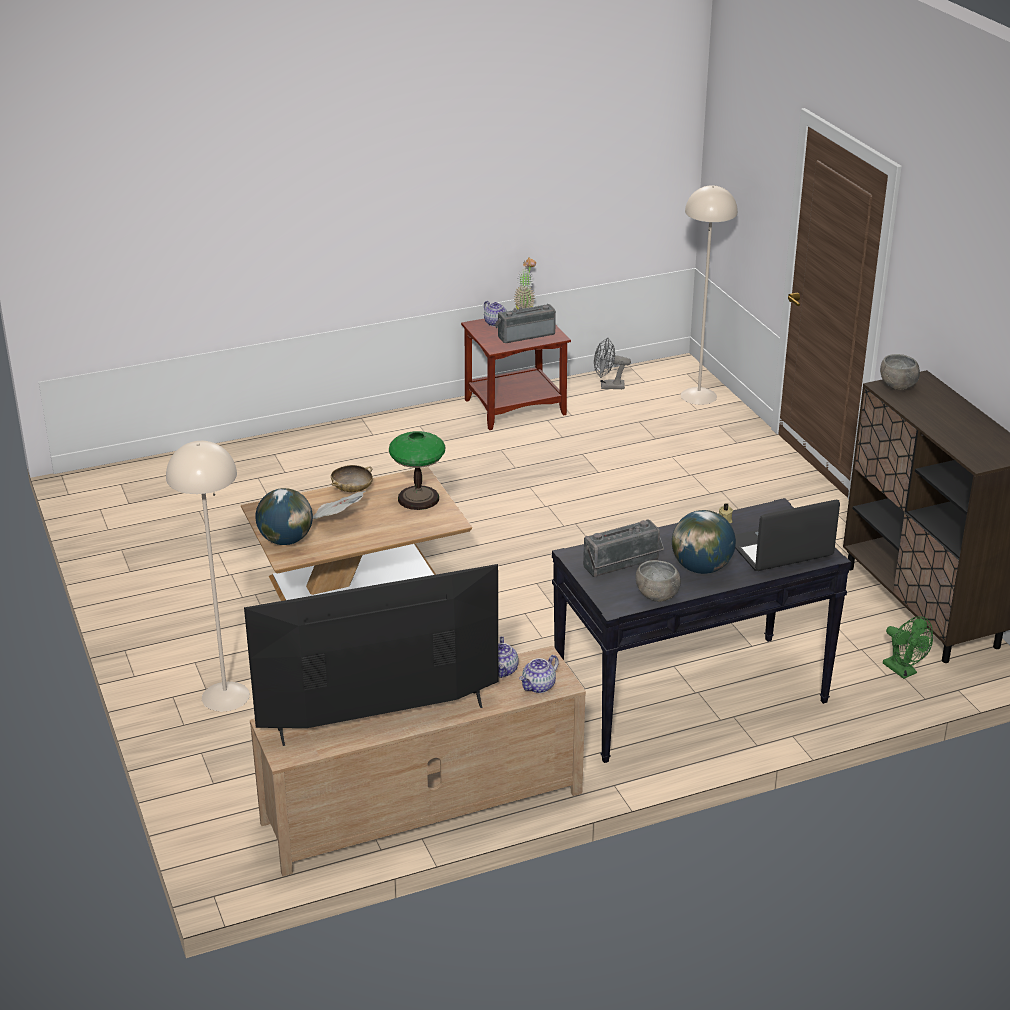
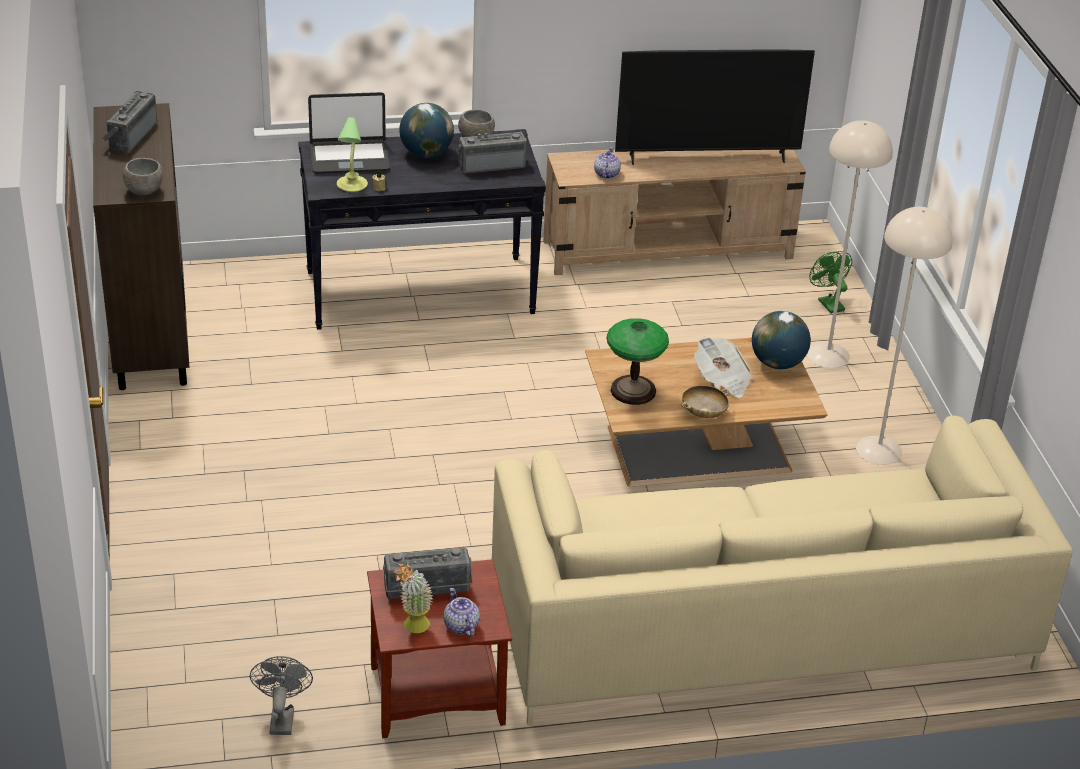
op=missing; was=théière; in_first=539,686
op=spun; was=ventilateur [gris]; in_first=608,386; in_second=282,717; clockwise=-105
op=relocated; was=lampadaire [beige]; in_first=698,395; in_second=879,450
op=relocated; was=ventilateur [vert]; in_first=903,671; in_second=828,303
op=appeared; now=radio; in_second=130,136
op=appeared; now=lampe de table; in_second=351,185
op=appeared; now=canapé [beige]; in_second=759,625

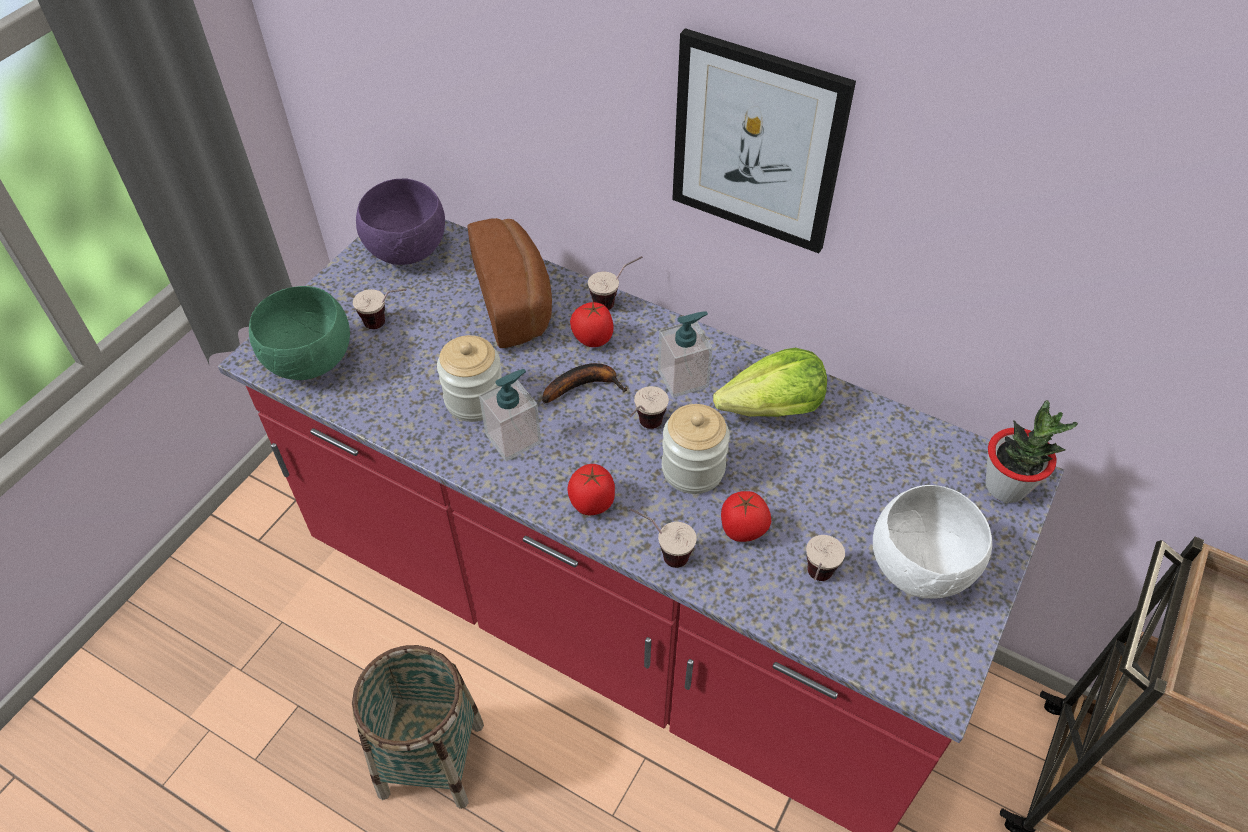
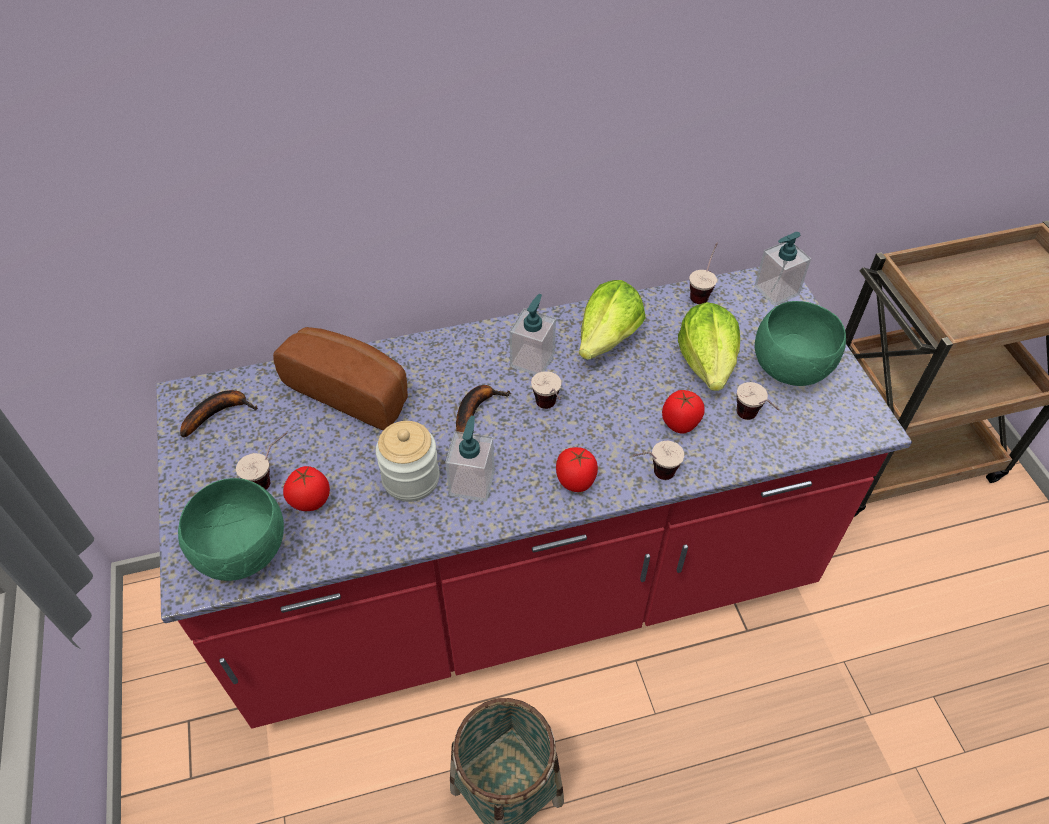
op=exchanged; was=bol [violet]; now=banane; in_first=409,250; in_second=219,413
op=relocated; was=tomate; in_first=592,339; in_second=310,501
op=relocated; was=tasse; in_first=615,301; in_second=702,291
op=missing; was=bocal; in_first=693,469
op=missing; was=tableau; in_first=757,143
op=colour; was=bol [blanc]; now=bol [vert]; in_first=922,568; in_second=791,368
op=exchanged; was=plante en pot; now=distributeur de savon; in_first=1006,486; in_second=776,290
op=appeared; now=laitue; in_second=707,363

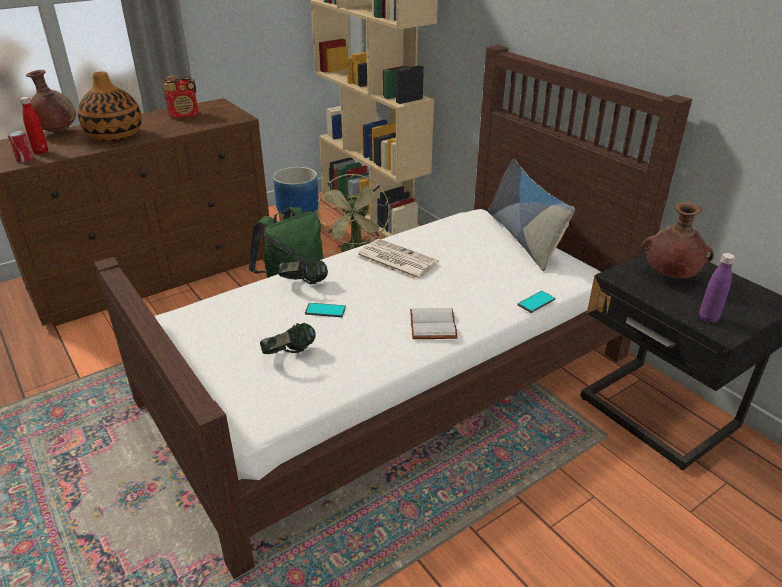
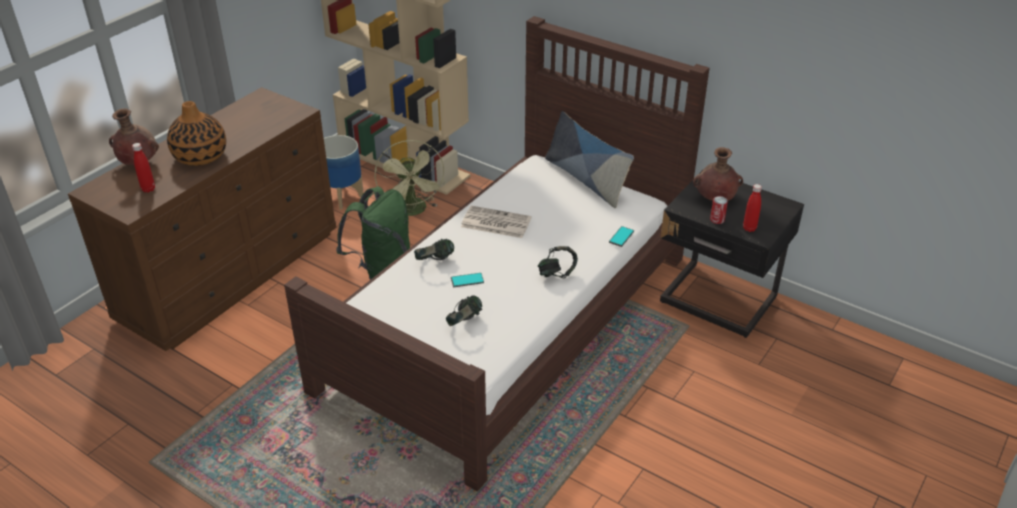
op=relocated; was=boîte métallique; in_first=24,159; in_second=717,220
op=missing; was=radio; in_first=185,115
op=exchanged; was=livre [blanc]; now=casque audio; in_first=434,325; in_second=557,273
op=colour; was=bouteille [violet]; now=bouteille [rouge]; in_first=708,318; in_second=749,228

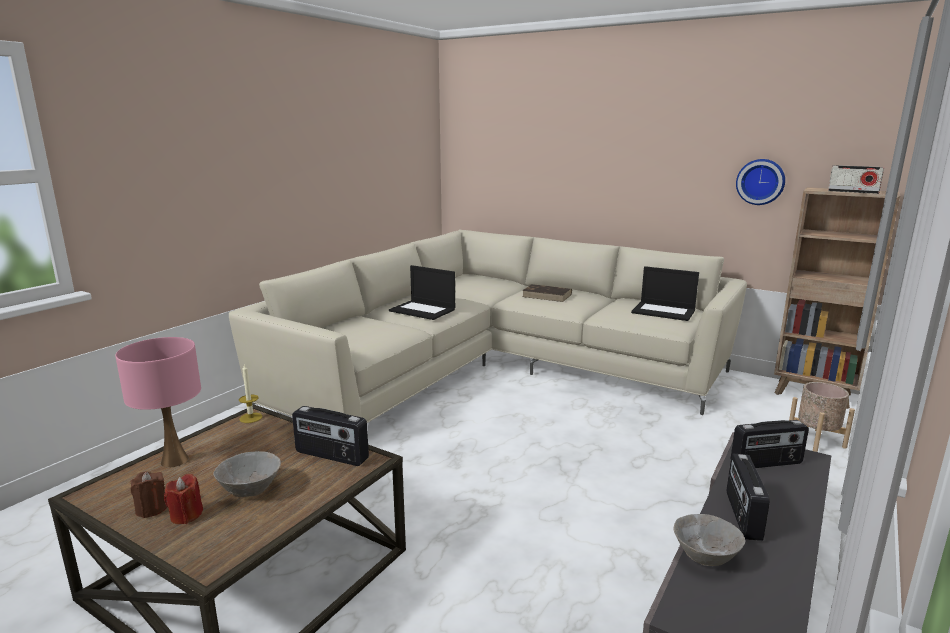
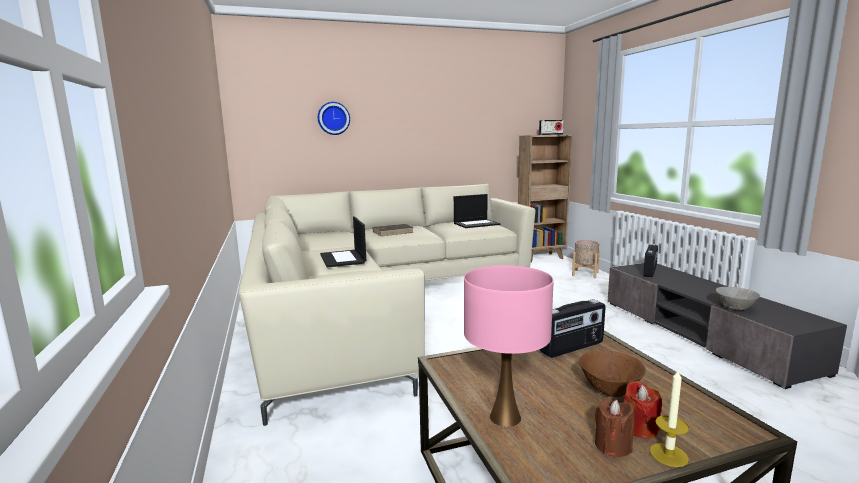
op=colour; was=bol [gris]; now=bol [marron]; in_first=251,490; in_second=610,389
op=relocated; was=bougie; in_first=251,418; in_second=668,455
op=spun; was=ordinateur portable; in_first=423,310; in_second=343,259; clockwise=90
op=missing; was=radio; in_first=742,515
op=relocated; was=horloge murale; in_first=760,181; in_second=333,118

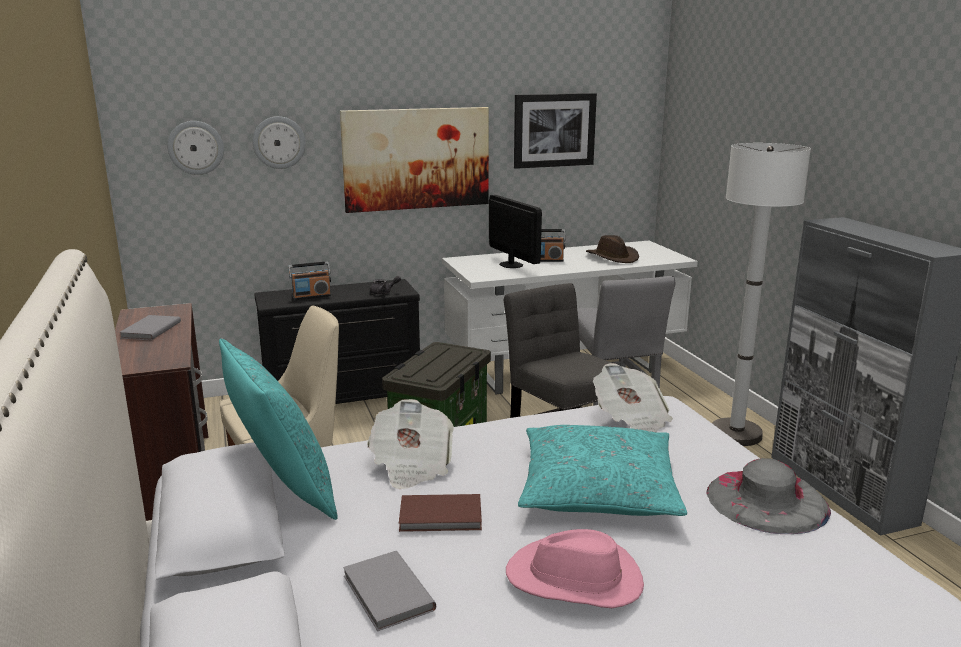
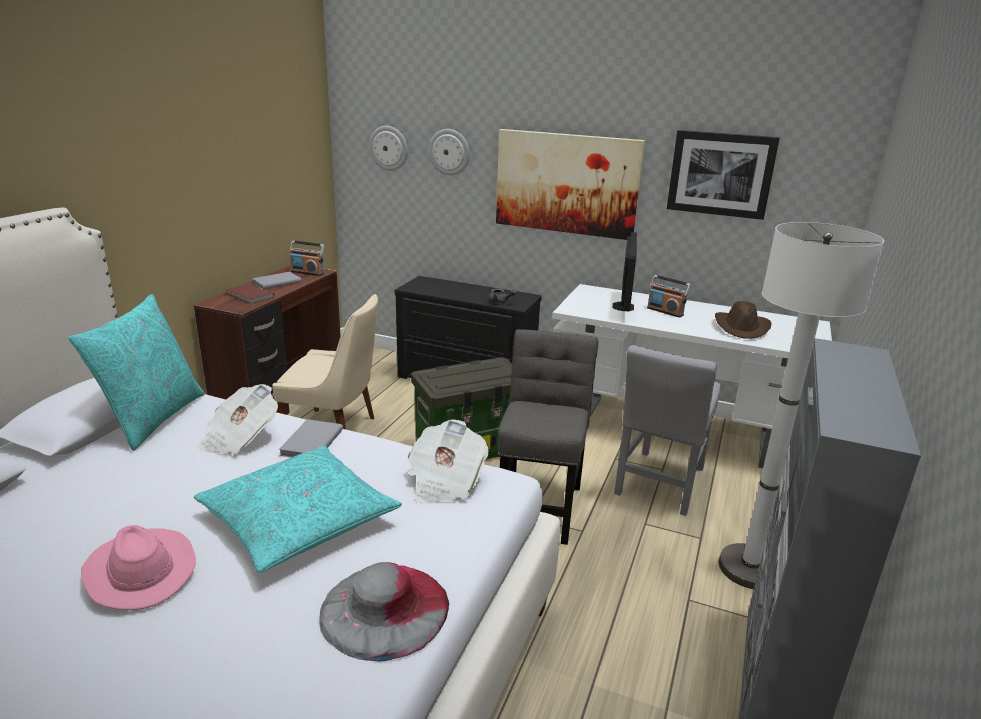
op=relocated; was=radio; in_first=311,296; in_second=307,272
op=relocated; was=livre [gris]; in_first=386,594; in_second=310,442
op=relocated; was=livre [marron]; in_first=441,517; in_second=249,296

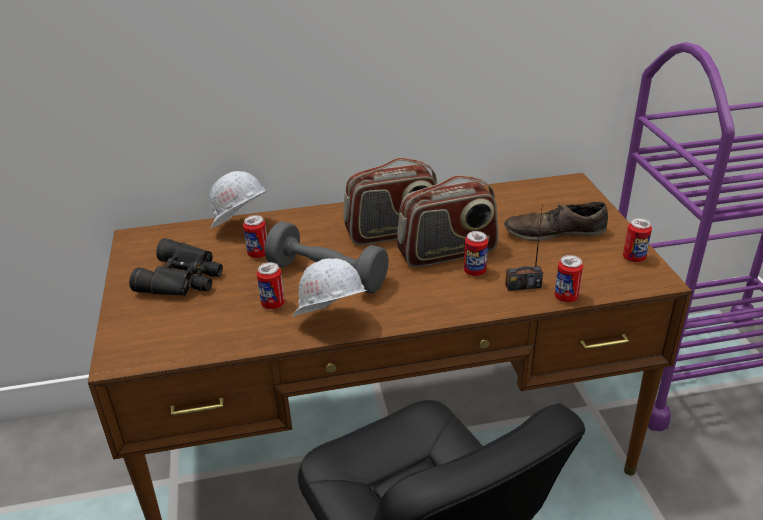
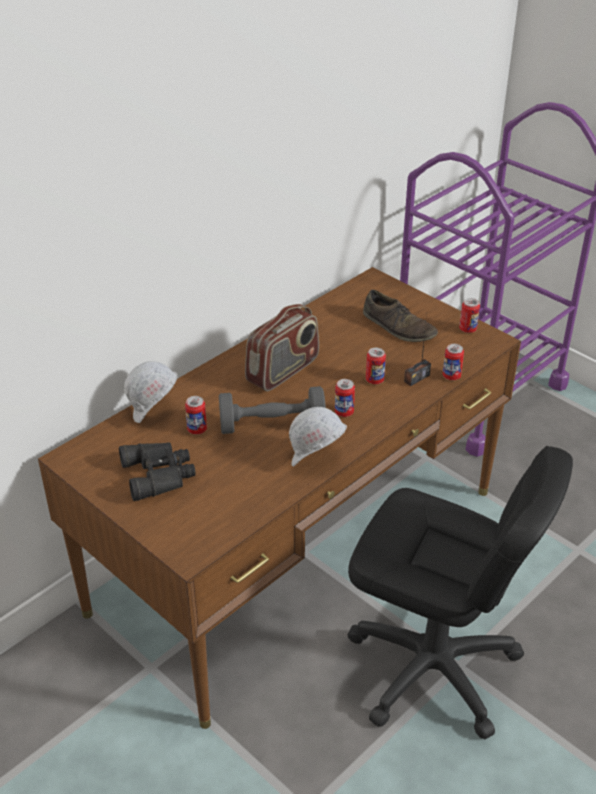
op=relocated; was=boîte métallique; in_first=273,304; in_second=344,412
op=missing; was=radio; in_first=447,253
op=spun; was=chaussure [marron]; in_first=554,232; in_second=398,327; clockwise=-105

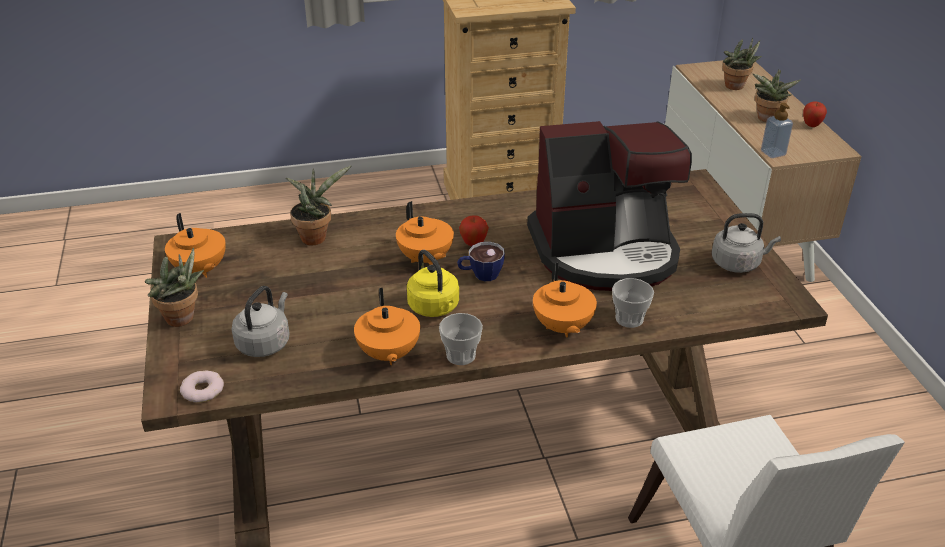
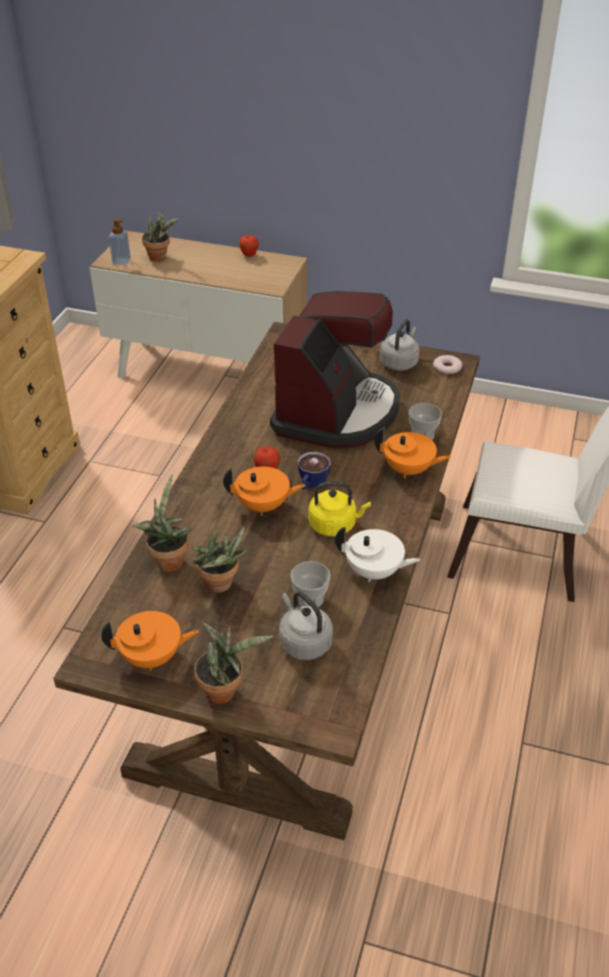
op=relocated; was=beignet; in_first=202,390; in_second=447,367
op=colour; was=théière [orange]; now=théière [blanc]; in_first=388,354; in_second=374,572
op=relocated; was=tasse; in_first=461,355; in_second=310,599
op=relocated; was=plante en pot; in_first=766,119; in_second=221,586
op=relocated; was=distributeur de savon; in_first=773,153; in_second=121,261

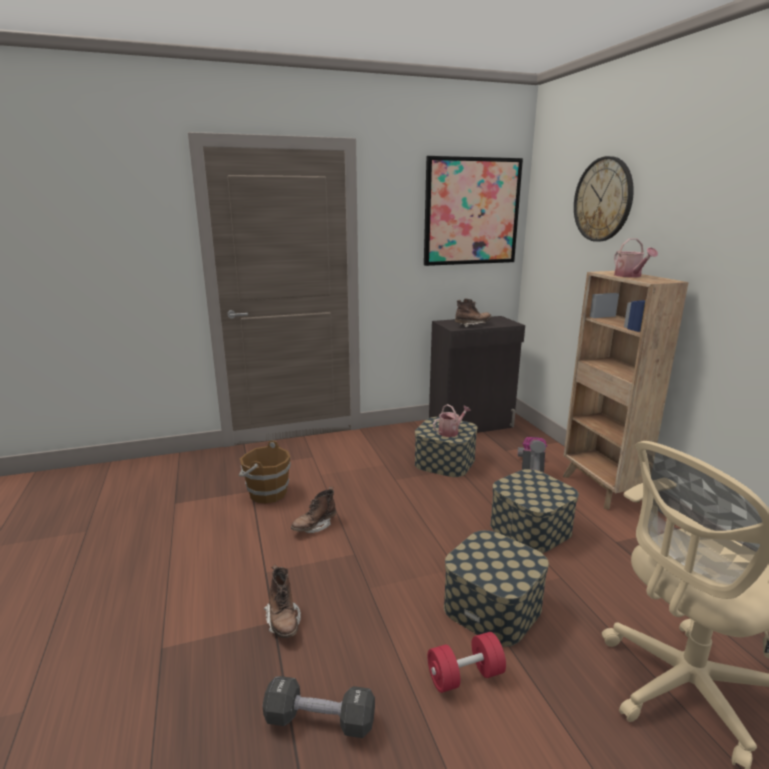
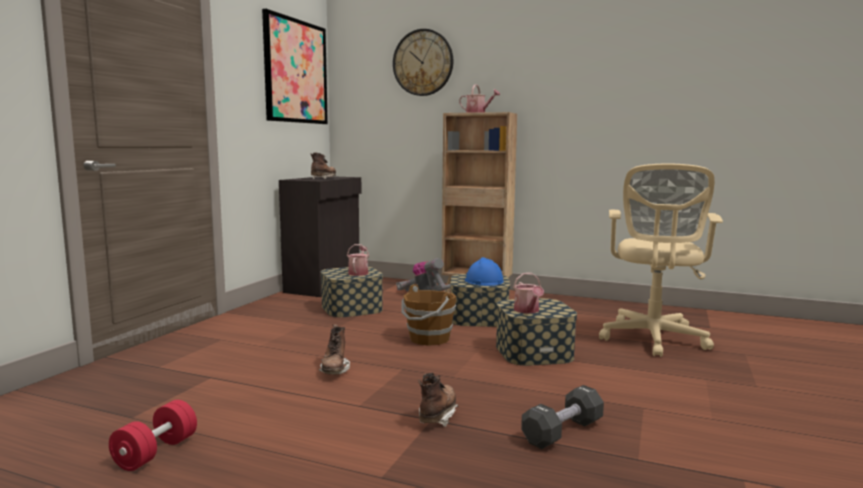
op=relocated; was=seau [marron]; in_first=266,493; in_second=428,339
op=spun; was=botte [marron]; in_first=283,621; in_second=437,416; clockwise=-90
op=relocated; was=haltère [rouge]; in_first=465,675; in_second=156,452
op=appeared; now=casque de chantier [bleu]; in_second=483,281
op=appeared; now=arrosoir; in_second=527,311

